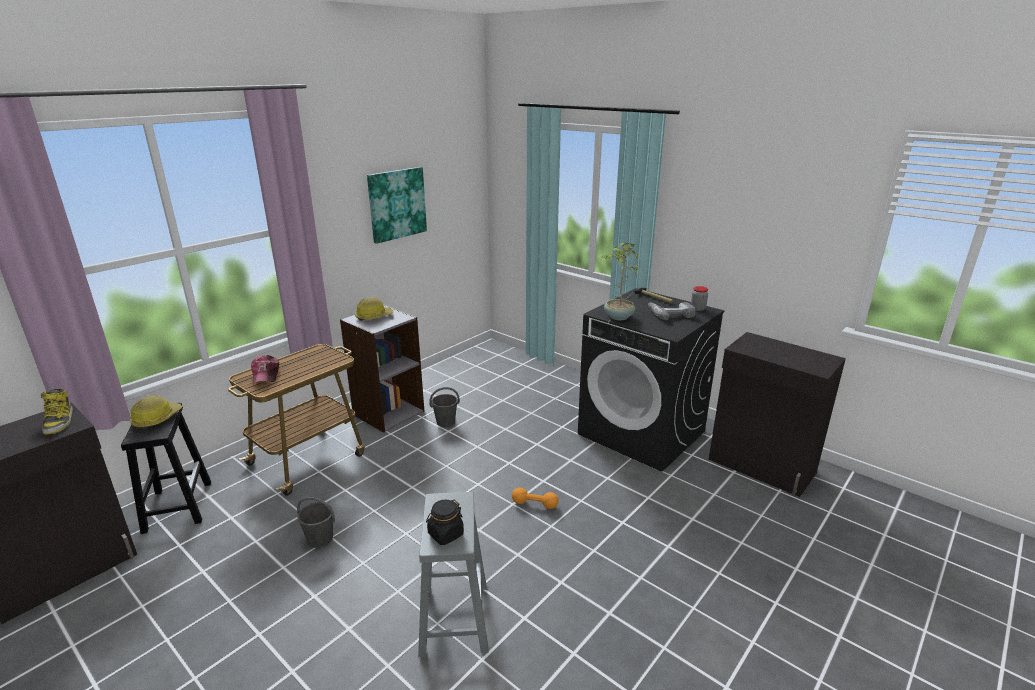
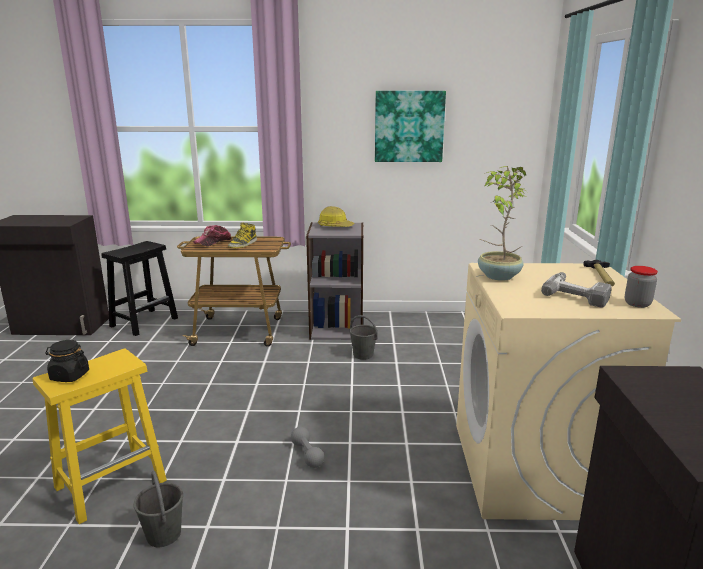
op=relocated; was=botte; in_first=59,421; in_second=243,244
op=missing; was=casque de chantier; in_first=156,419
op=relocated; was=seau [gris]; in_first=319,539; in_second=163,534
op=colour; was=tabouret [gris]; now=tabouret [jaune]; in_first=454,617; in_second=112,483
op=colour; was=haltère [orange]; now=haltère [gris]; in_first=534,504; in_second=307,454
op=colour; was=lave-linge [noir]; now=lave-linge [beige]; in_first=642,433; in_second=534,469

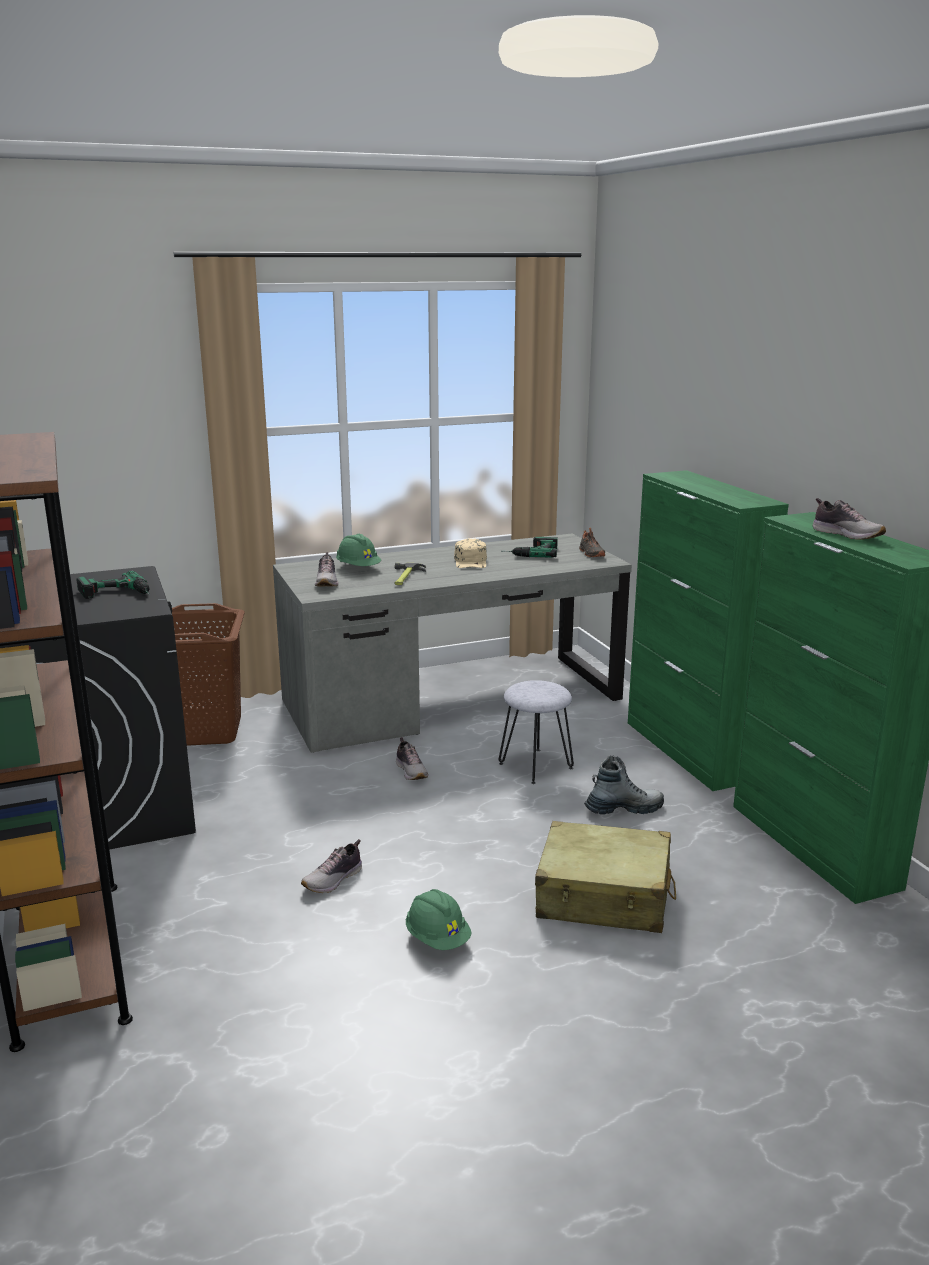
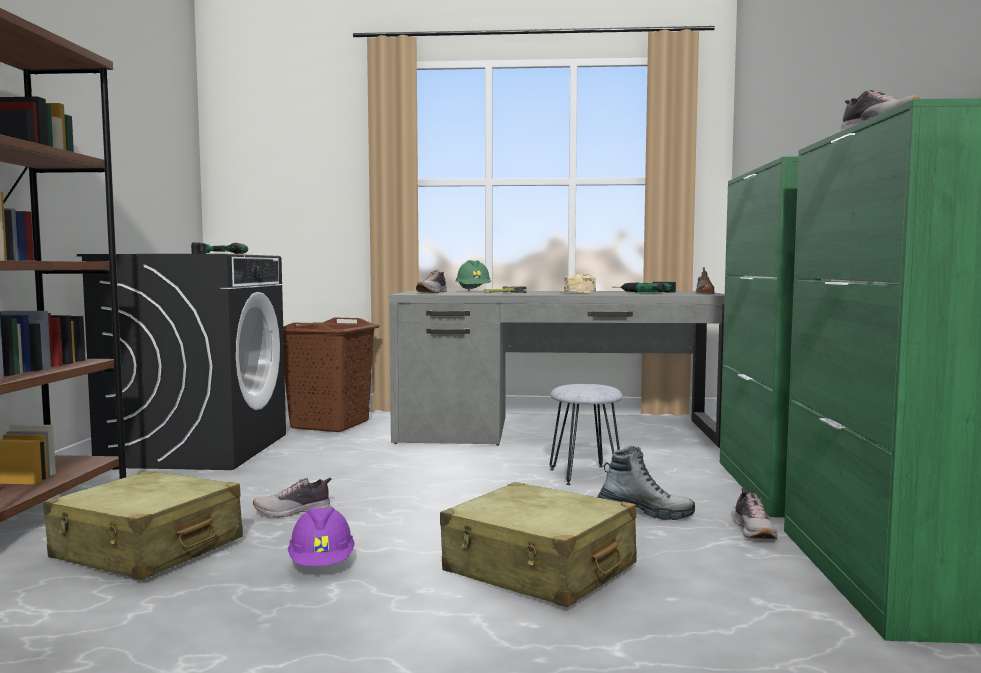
op=relocated; was=chaussure; in_first=412,771; in_second=754,531
op=colour; was=casque de chantier [vert]; now=casque de chantier [violet]; in_first=437,938; in_second=322,564
op=appeared; now=valise [beige]; in_second=147,549

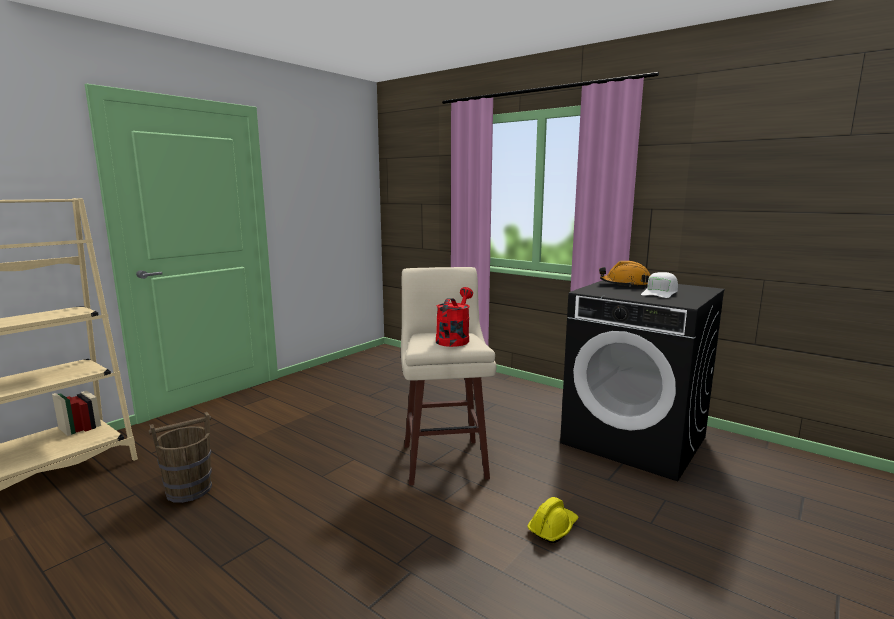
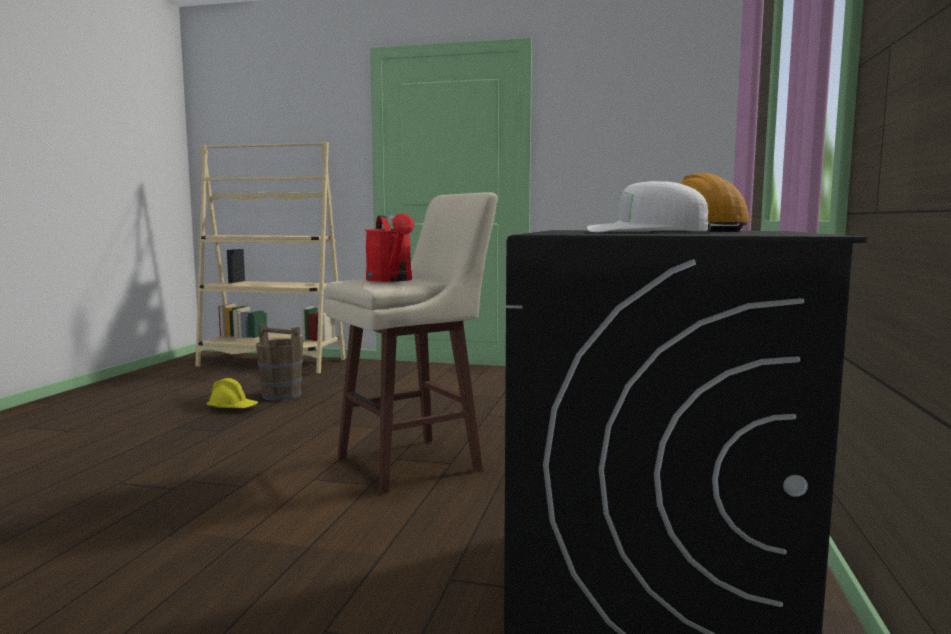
op=spun; was=arrosoir [rouge]; in_first=454,339; in_second=392,280; clockwise=75
op=relocated; was=casque de chantier [jaune]; in_first=553,528; in_second=232,408

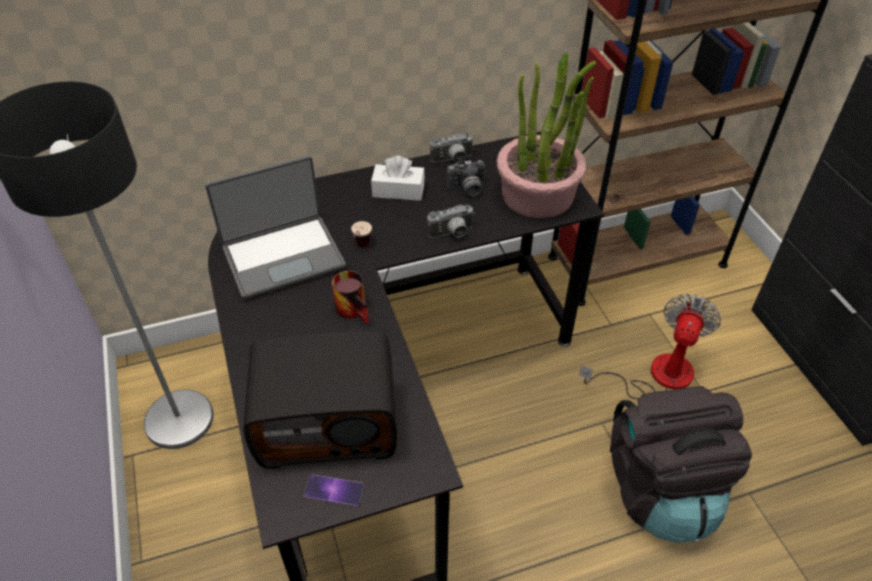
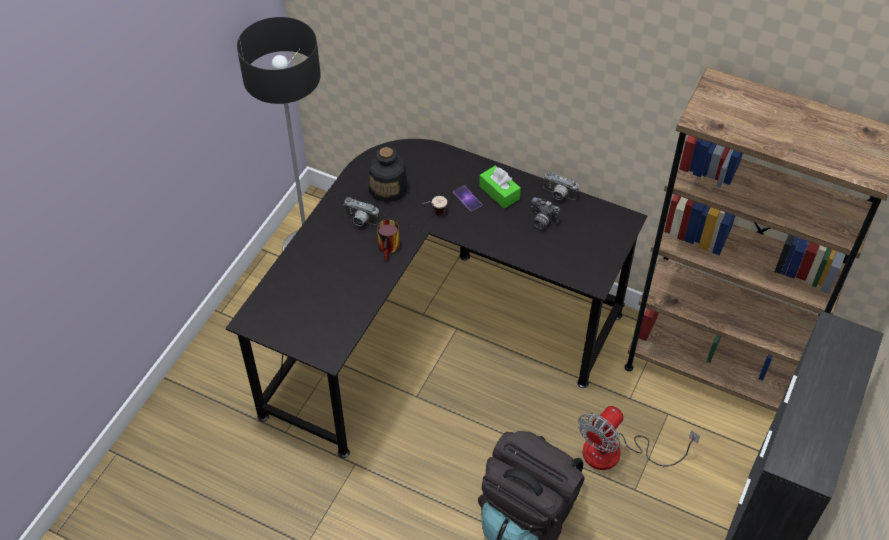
op=exchanged; was=ordinateur portable; now=bouteille; in_first=283,256; in_second=388,188
op=missing; was=radio; in_first=328,421
op=relocated; was=téléphone; in_first=333,490; in_second=467,198
op=colour; was=boîte à mouchoirs [blanc]; now=boîte à mouchoirs [vert]; in_first=398,190; in_second=499,192
op=relocated; was=appareil photo; in_first=452,234; in_second=360,221
op=missing; was=plante en pot; in_first=538,195
op=spun; was=ventilateur; in_first=656,375; in_second=616,453; clockwise=150

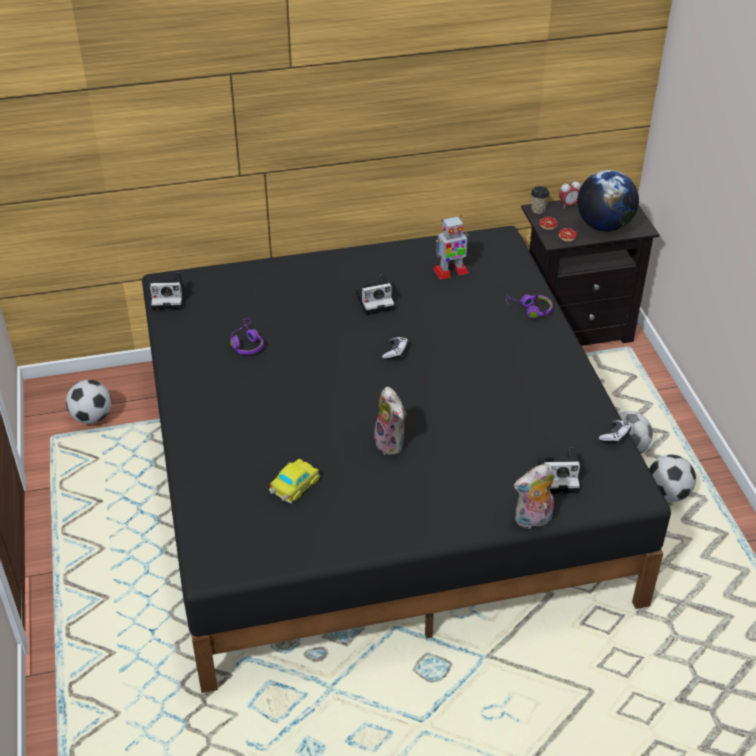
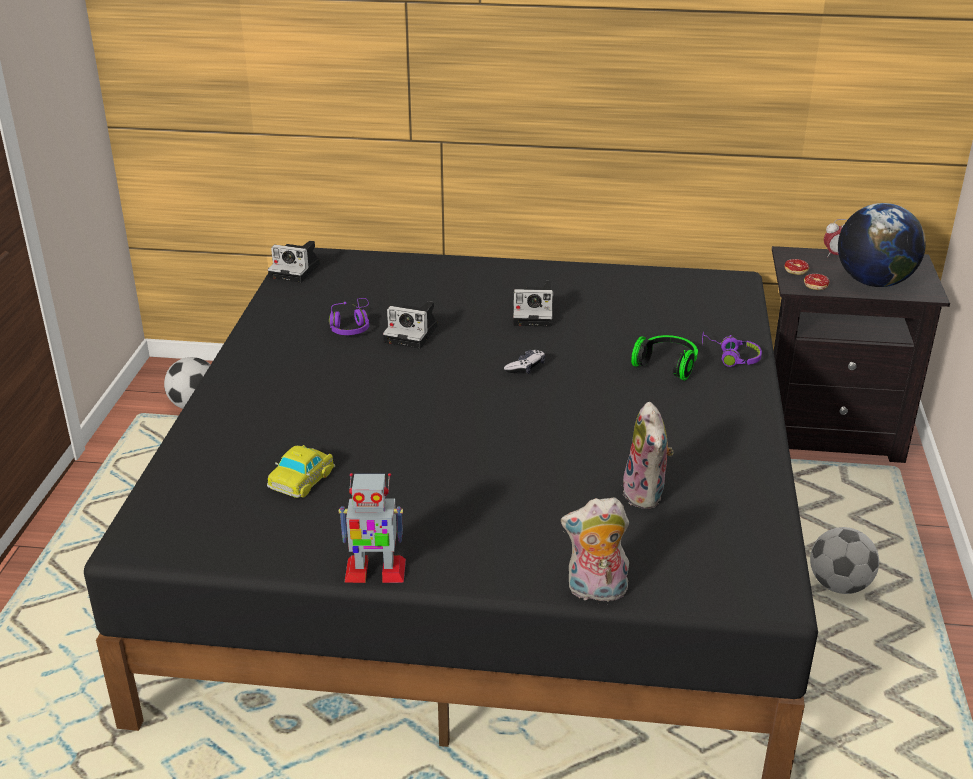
op=spun; was=petite voiture; in_first=294,485; in_second=302,478; clockwise=150
op=relocated; was=peluche; in_first=392,443; in_second=647,495
op=relocated; was=robot jouet; in_first=450,271; in_second=374,571
op=missing; was=tasse; in_first=538,210
op=relocated; was=appareil photo; in_first=560,476; in_second=413,334
op=missing; was=manette; in_first=615,436
op=missing; was=ballon de foot; in_first=667,494
op=appeared; now=casque audio; in_second=667,365

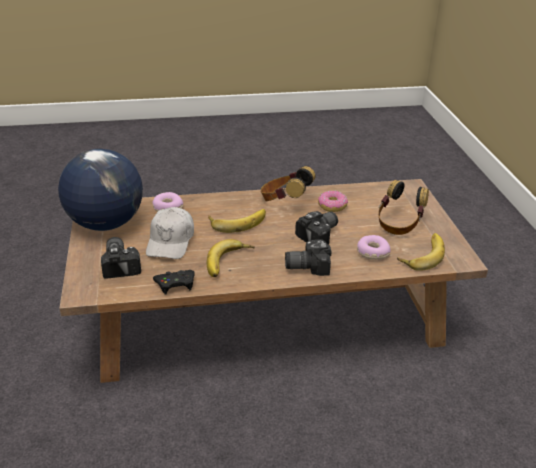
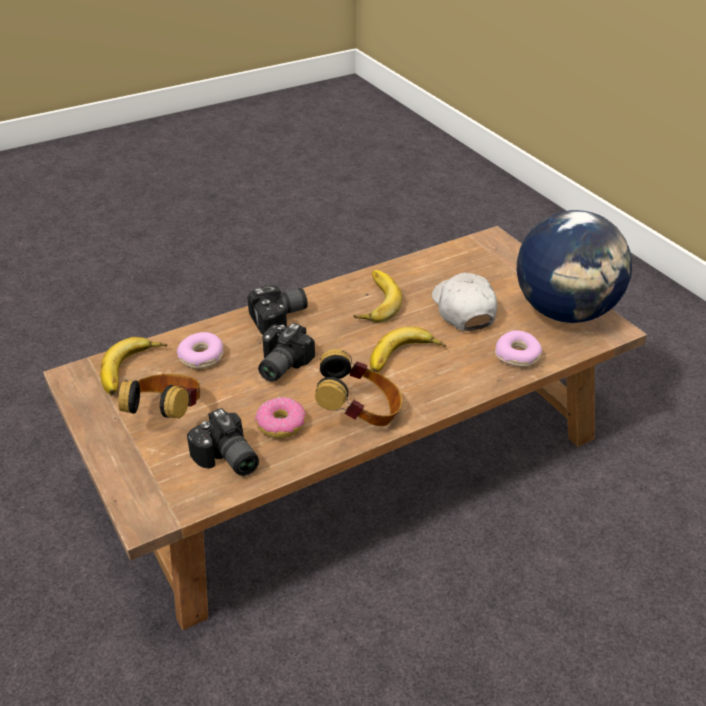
op=relocated; was=appareil photo; in_first=121,264; in_second=226,460
op=missing; was=manette [noir]; in_first=175,284

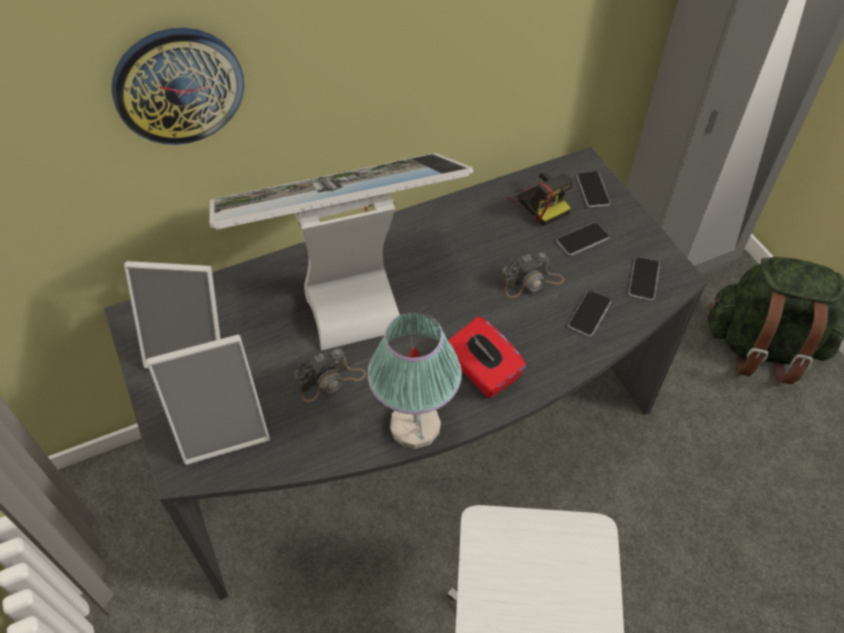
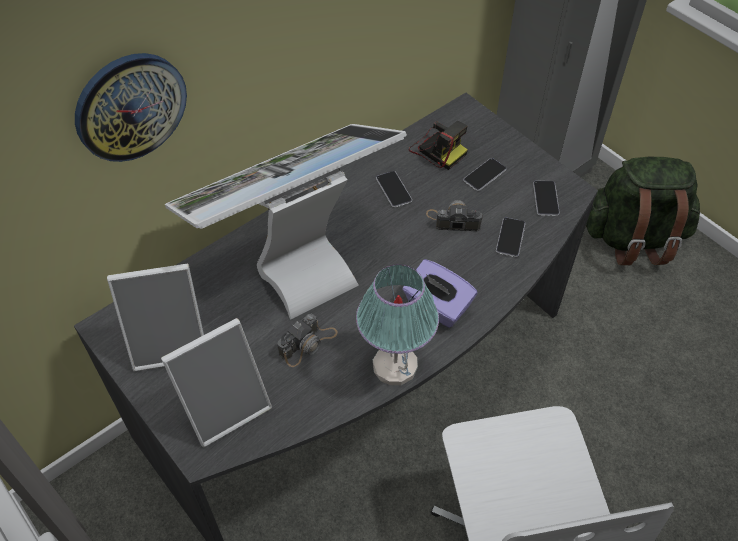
op=colour; was=boîte à mouchoirs [rouge]; now=boîte à mouchoirs [violet]; in_first=483,371; in_second=437,306
op=spun; was=appareil photo; in_first=532,281; in_second=453,220; clockwise=-135
op=relocated; was=téléphone; in_first=592,190; in_second=393,190

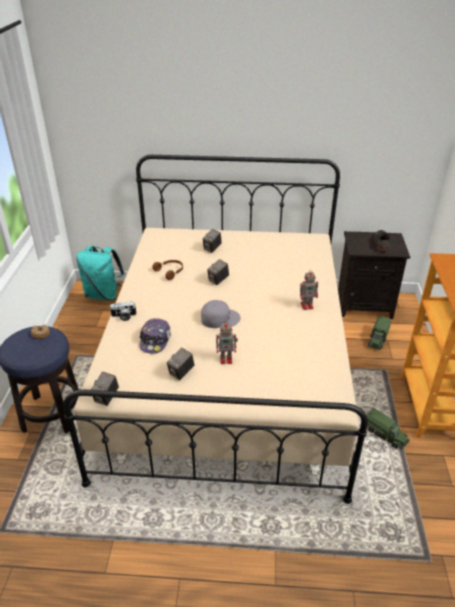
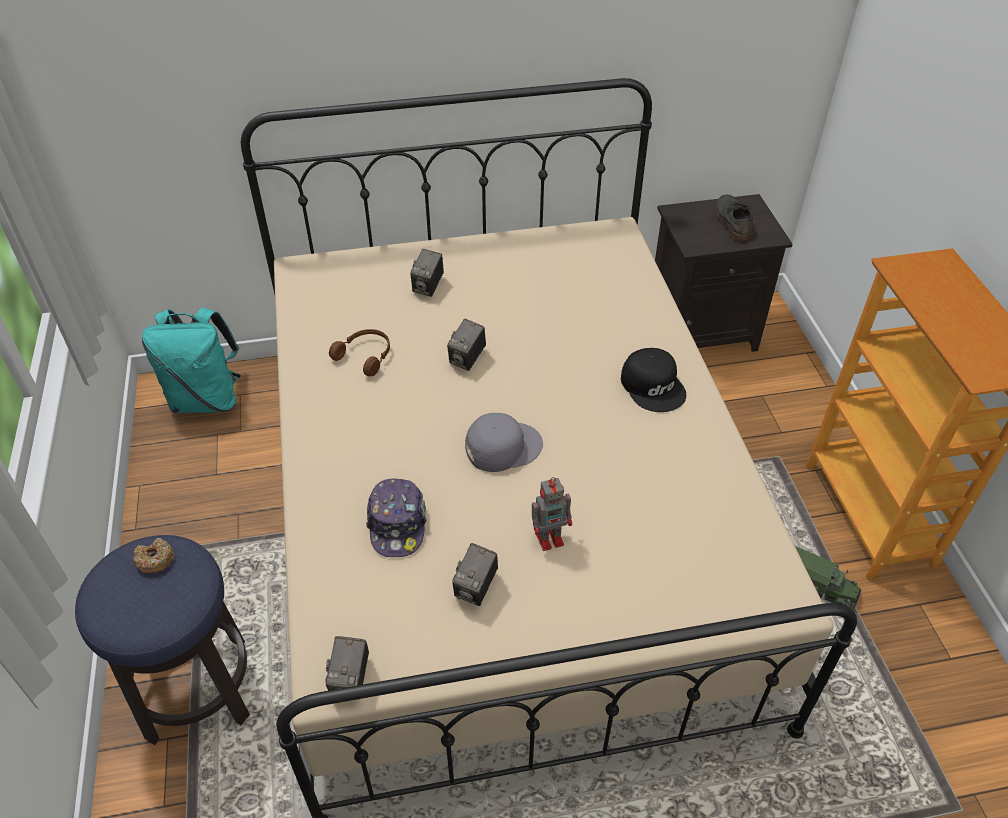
op=missing; was=appareil photo; in_first=123,316
op=exchanged; was=robot jouet; now=casquette [noir]; in_first=307,305; in_second=653,385
op=missing; was=camion jouet; in_first=378,339

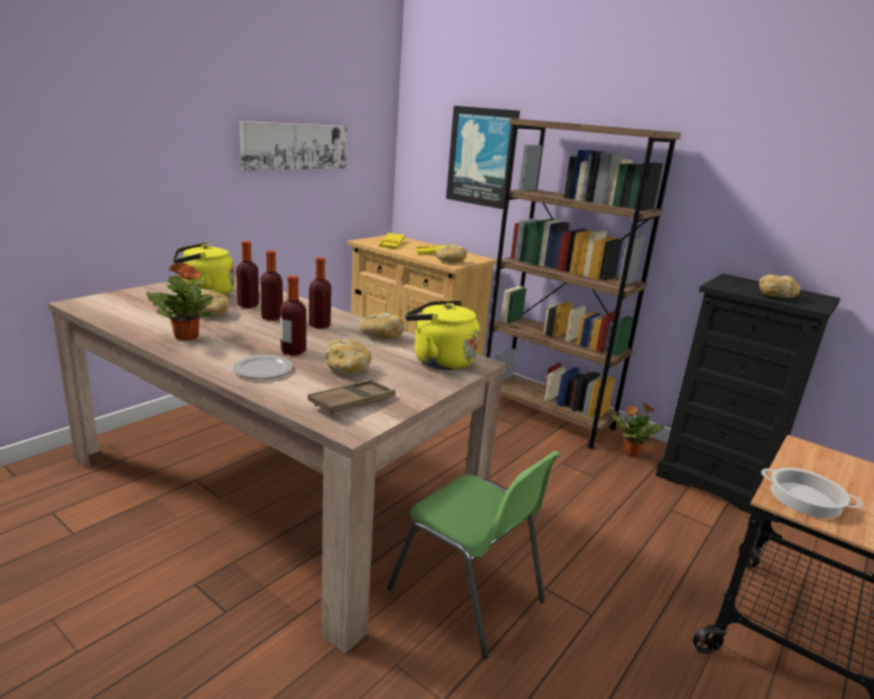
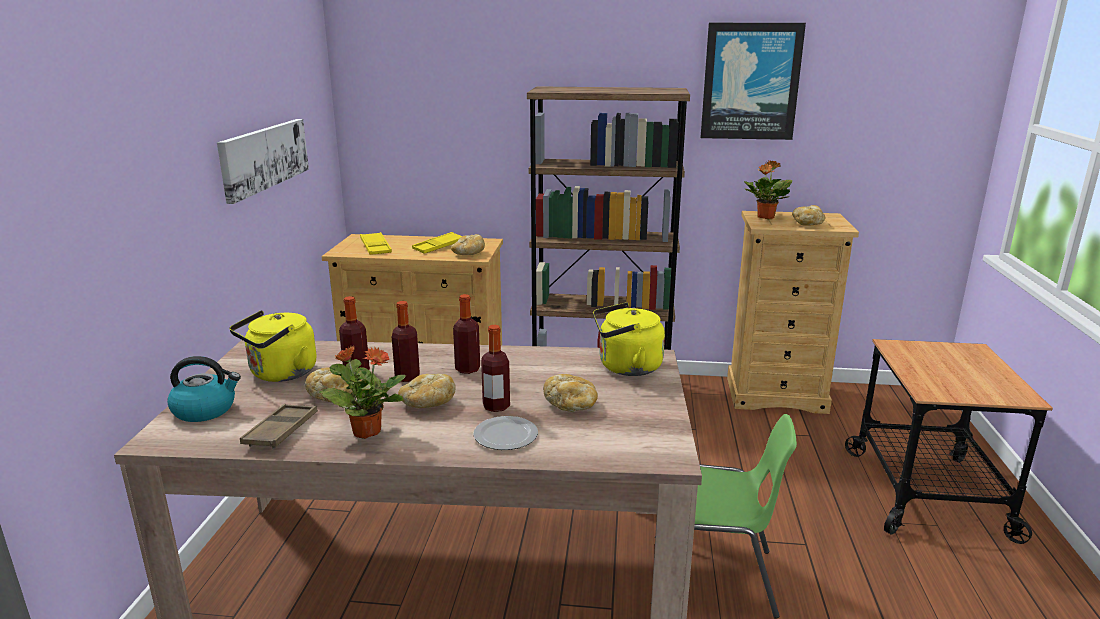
op=relocated; was=plateau [marron]; in_first=352,402; in_second=281,431
op=relocated; was=pain; in_first=380,336; in_second=427,404
op=relocated; was=tableau; in_first=482,157; in_second=750,81
op=relocated; was=plante en pot; in_first=630,452; in_second=765,217
op=colour; was=commode [noir]; now=commode [beige]; in_first=716,480; in_second=776,395
op=missing; was=marmite; in_first=804,499
op=appeared; now=bouilloire; in_second=205,410

